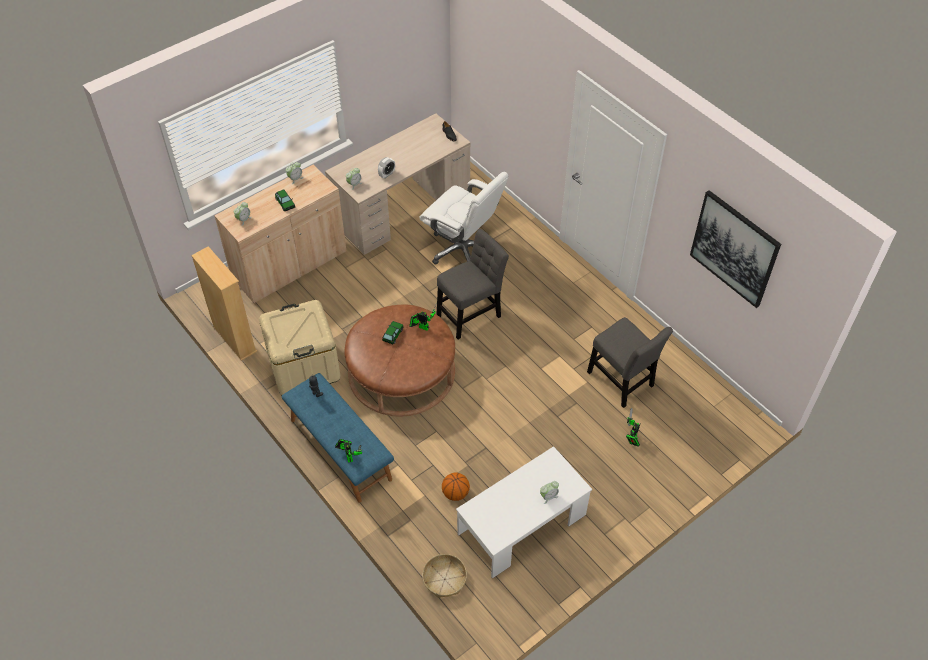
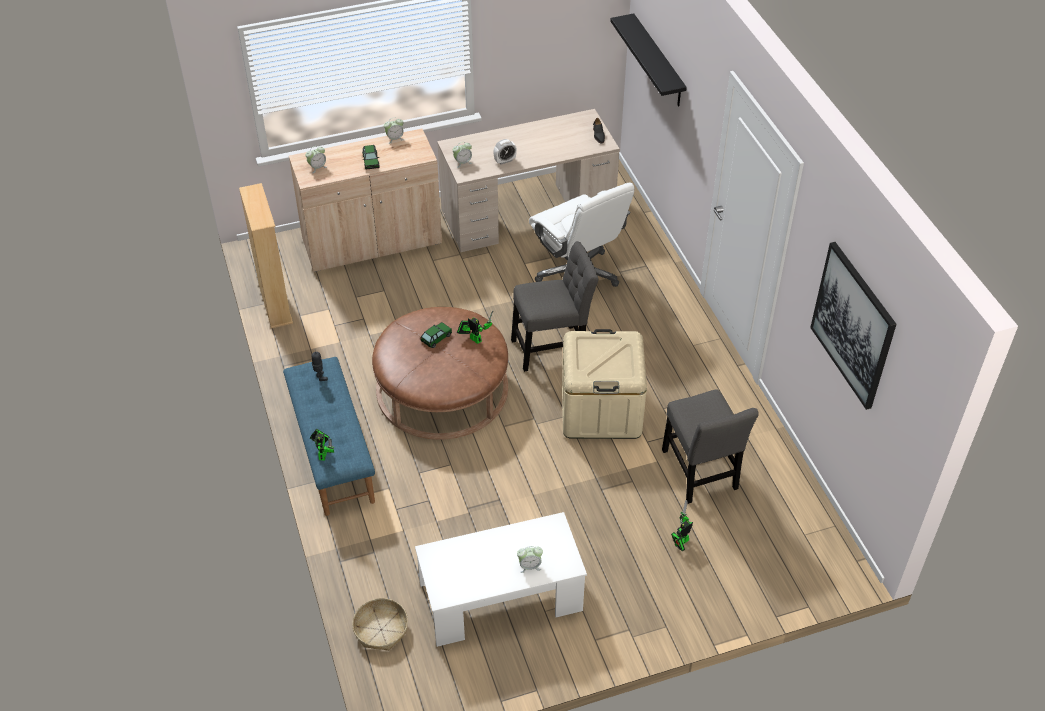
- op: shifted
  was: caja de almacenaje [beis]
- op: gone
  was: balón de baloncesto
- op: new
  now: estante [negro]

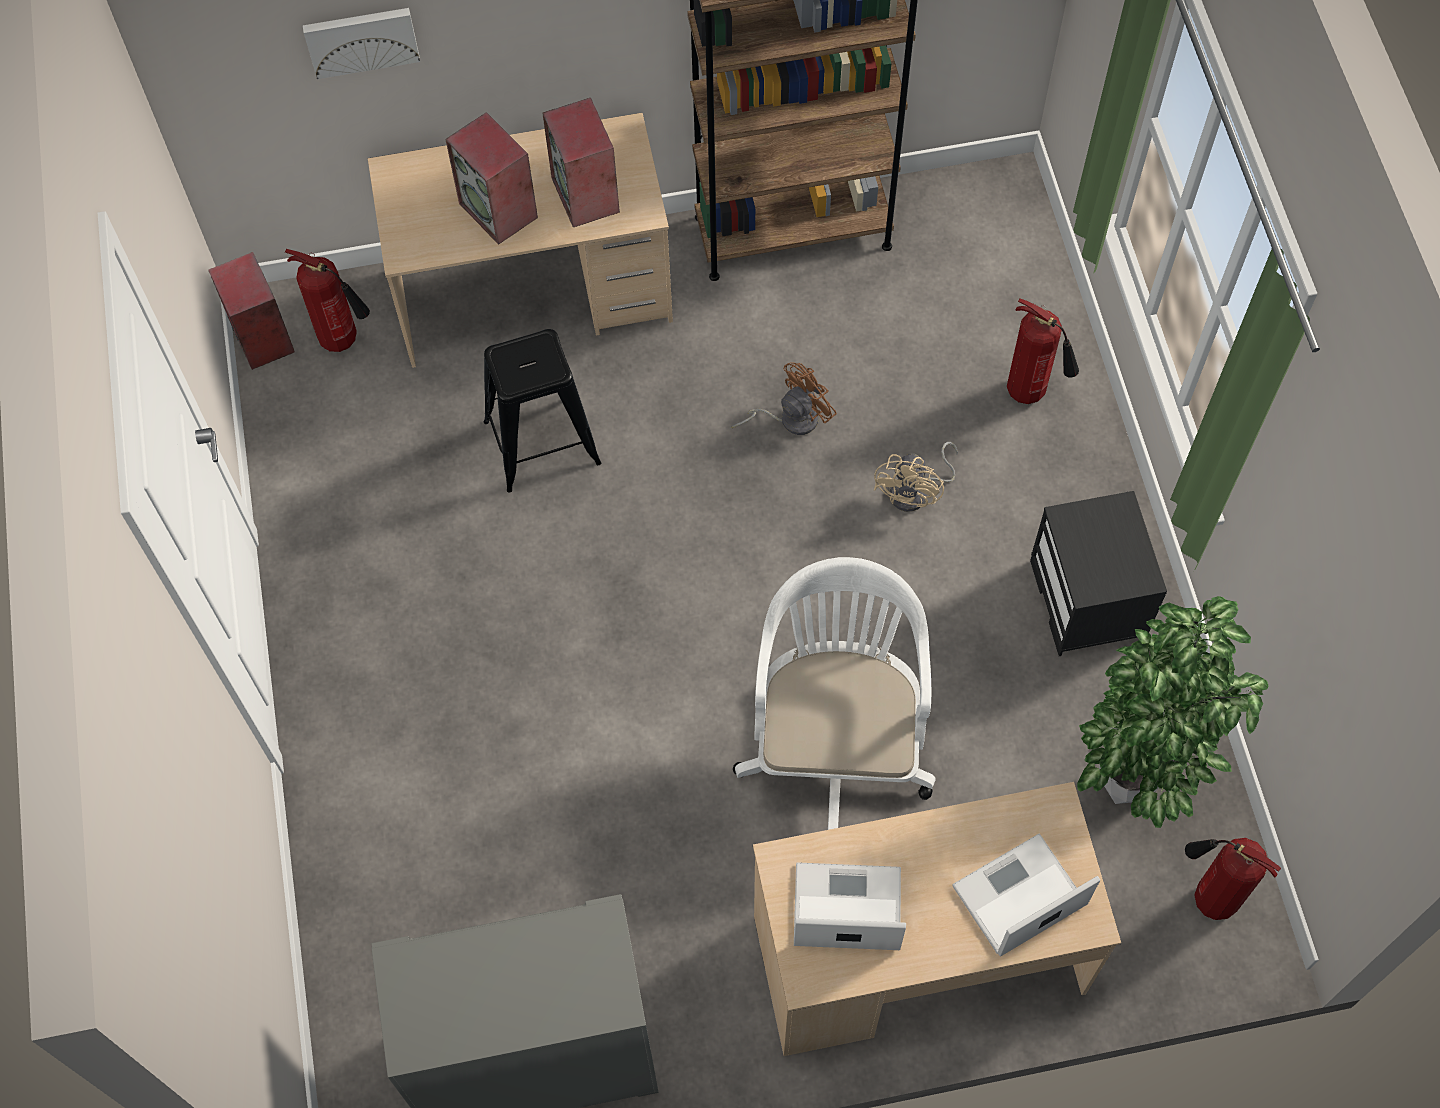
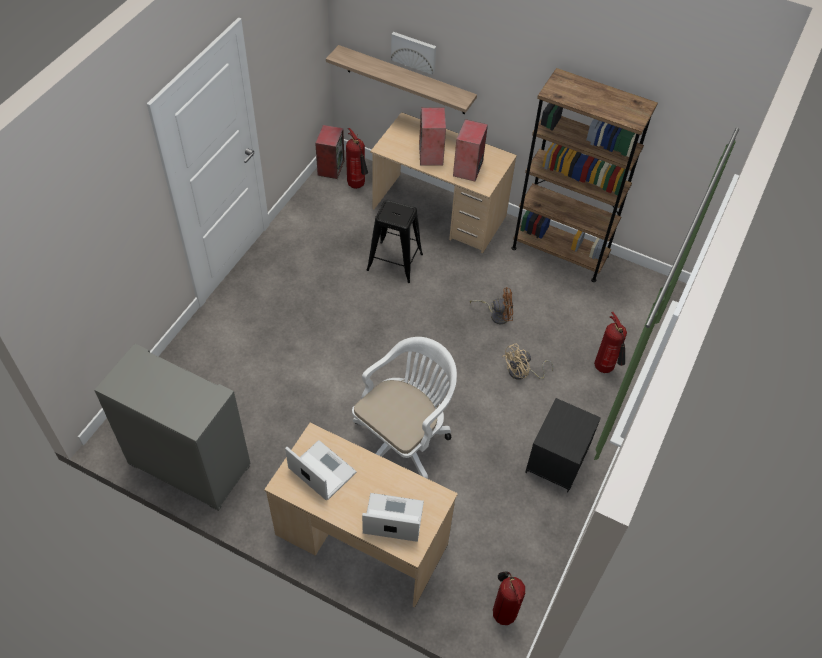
- op: gone
  was: planta en maceta
- op: new
  now: estante

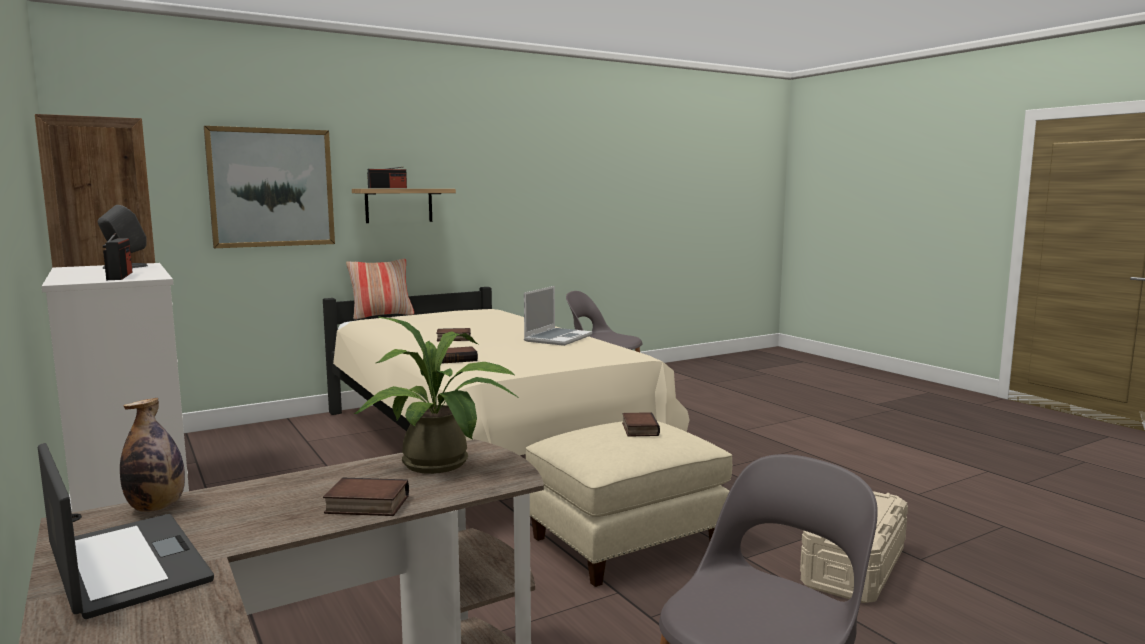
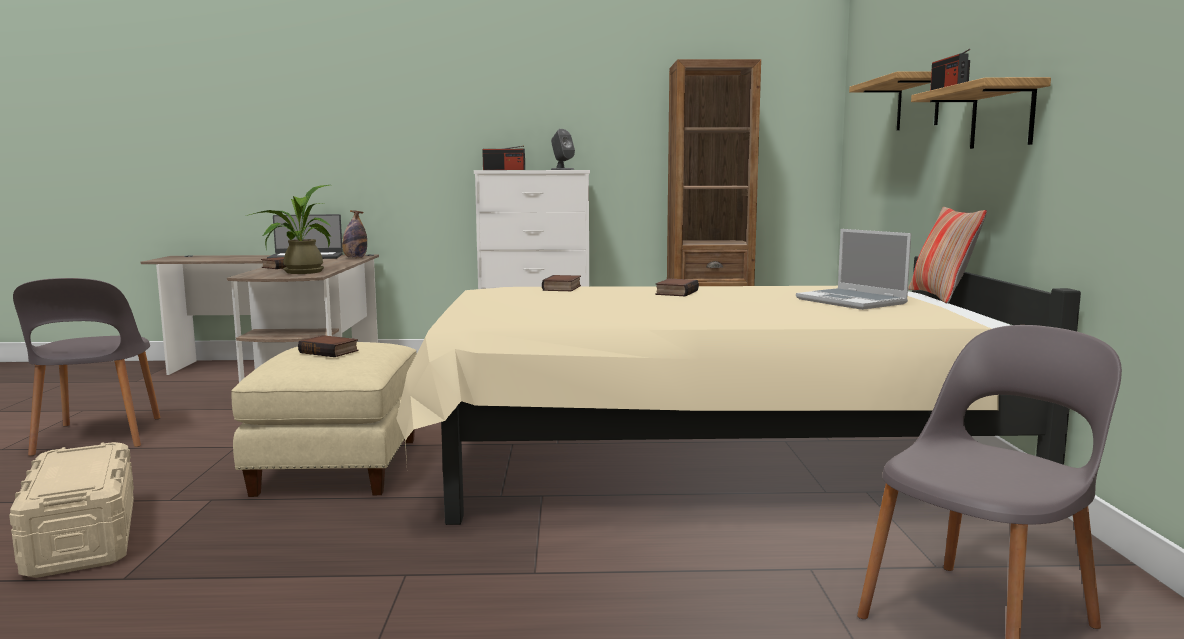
- op: swapped
  was: cuadro
  now: estante (no. 1 from left)
- op: shifted
  was: portátil (no. 2 from left)

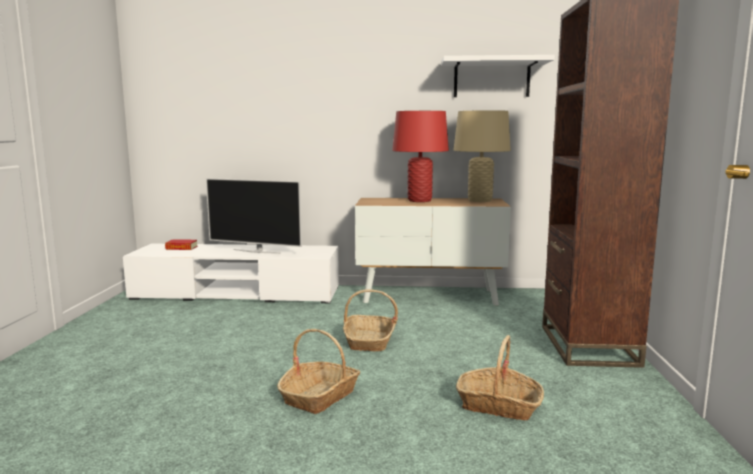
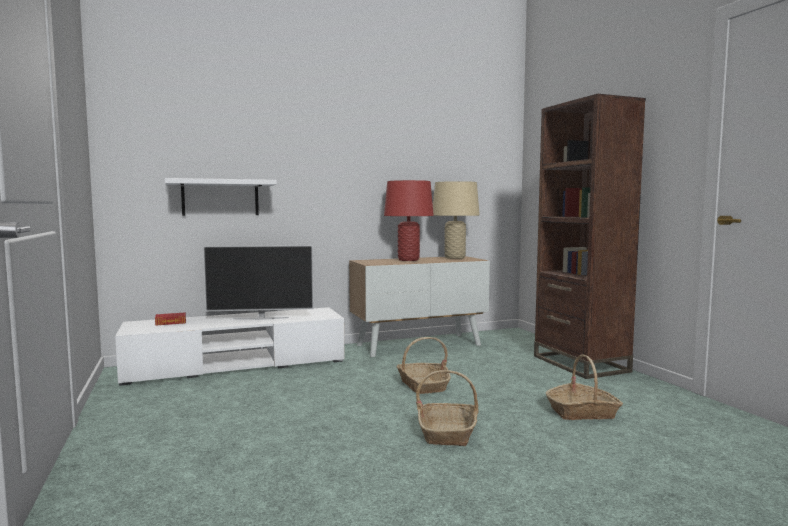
- op: shifted
  was: estante [blanco]

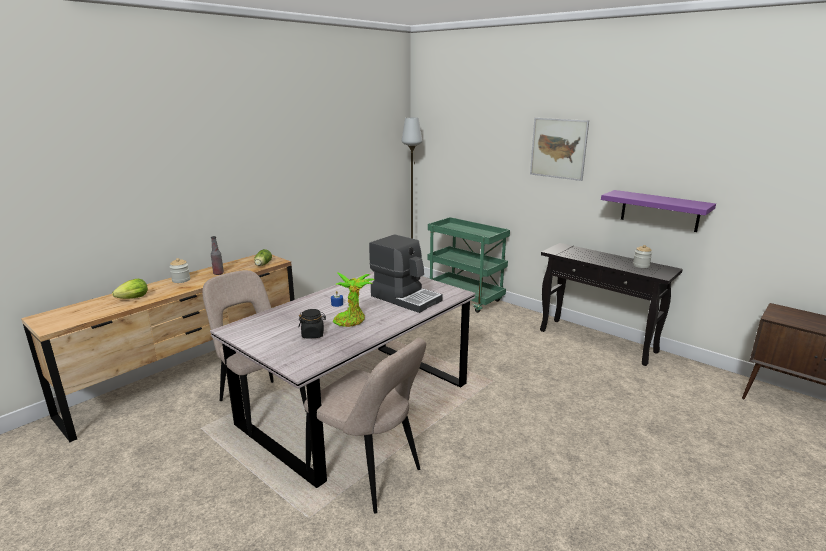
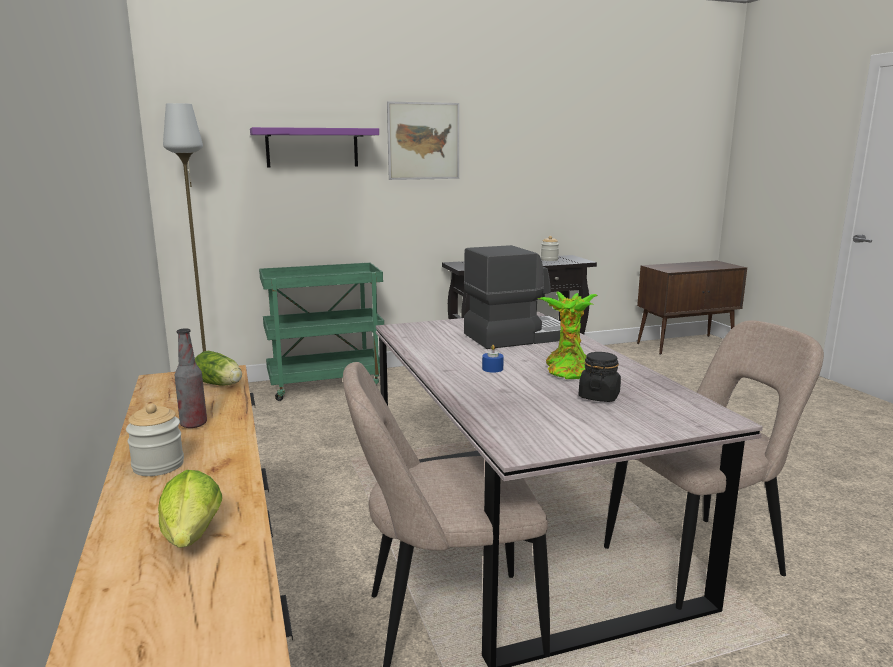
- op: shifted
  was: estante [morado]

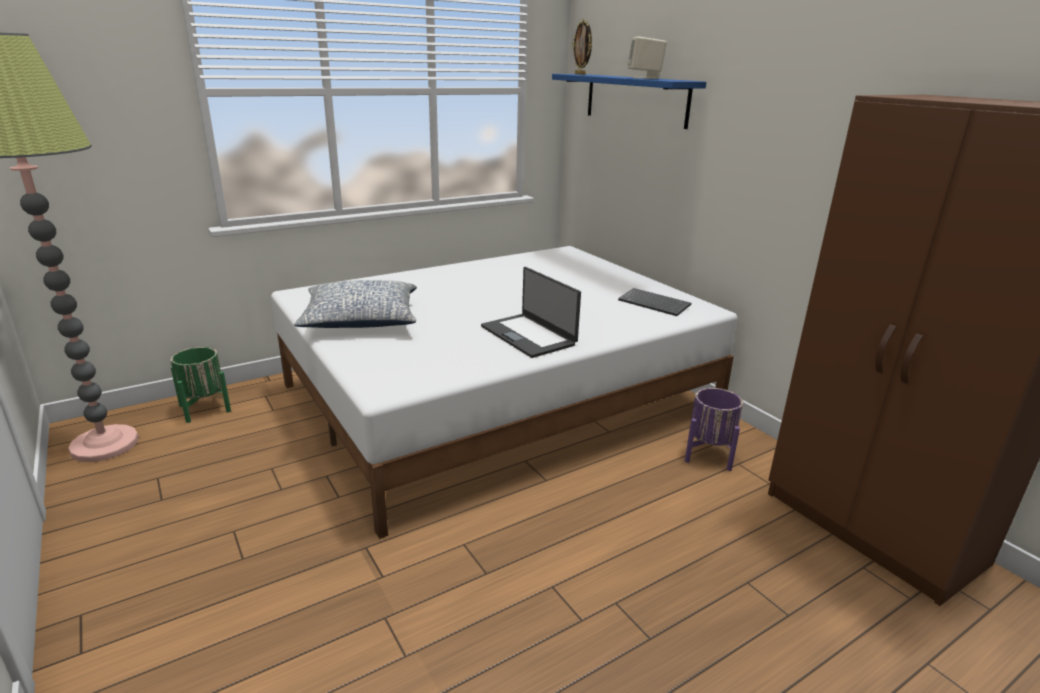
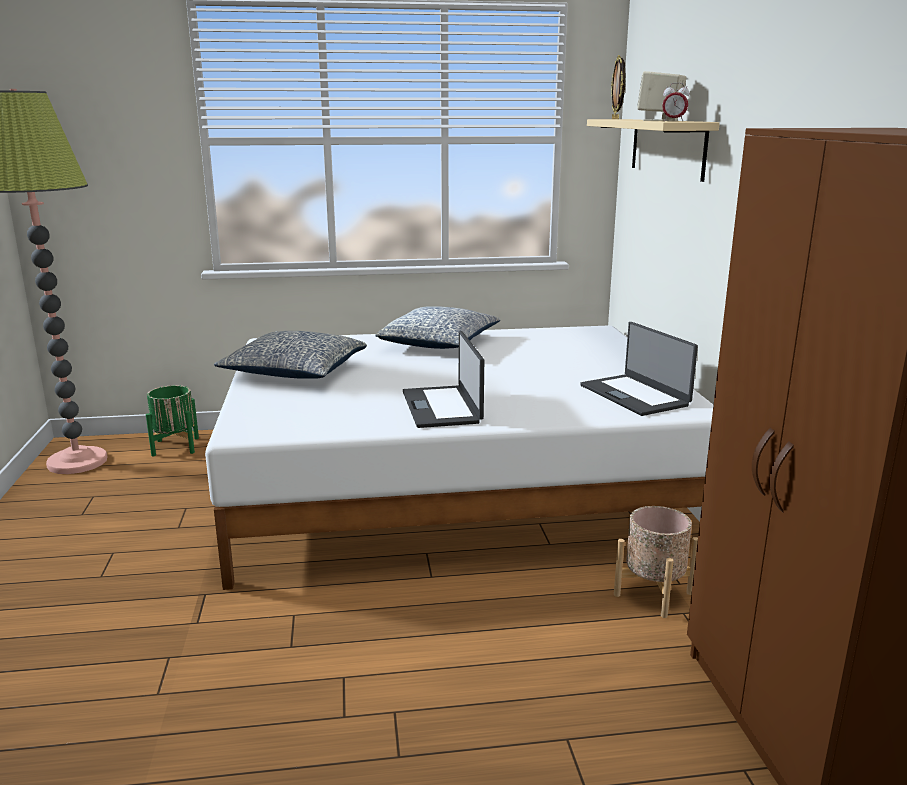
- op: repainted
  was: estante [azul]
  now: estante [beis]
- op: swapped
  was: teclado
  now: portátil (no. 2 from left)
- op: repainted
  was: maceta [morado]
  now: maceta [beis]
- op: new
  now: cojín (no. 2 from left)
- op: new
  now: despertador

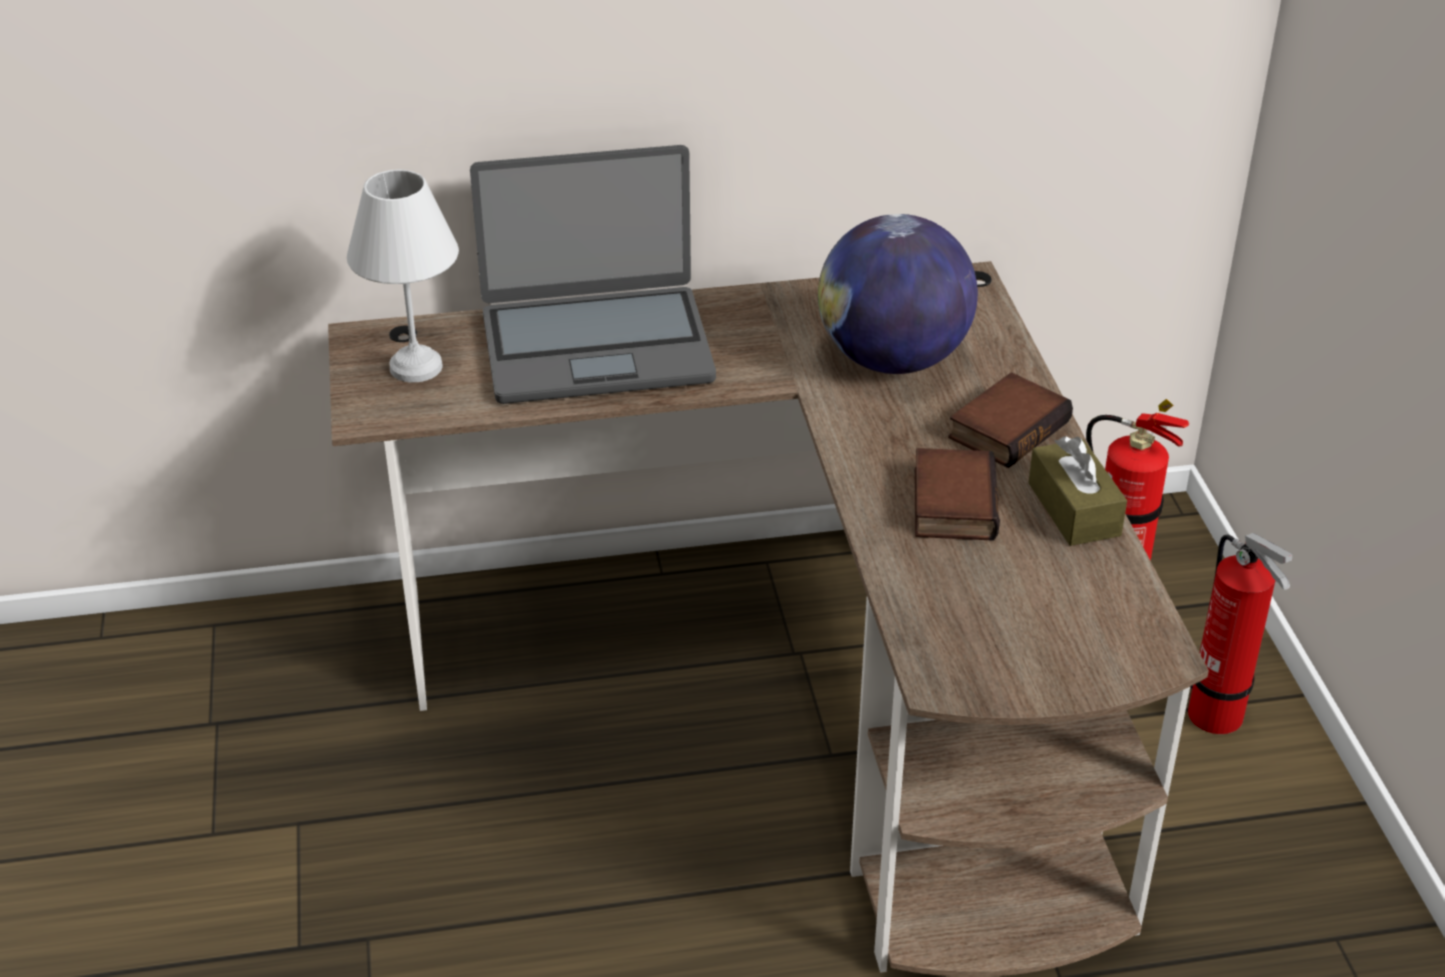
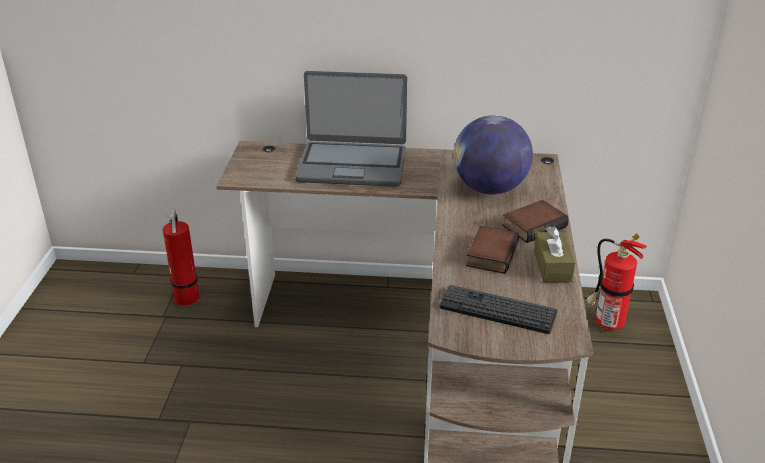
- op: gone
  was: lámpara de mesa [blanco]
- op: shifted
  was: extintor (no. 2 from left in the first image)
  now: extintor (no. 1 from left)
- op: new
  now: teclado

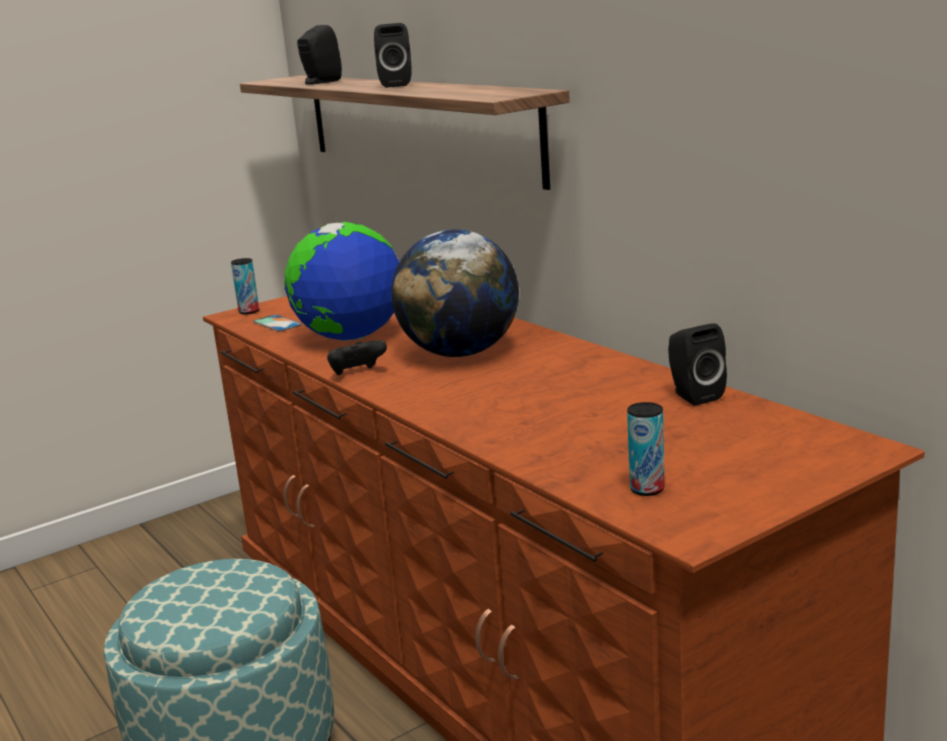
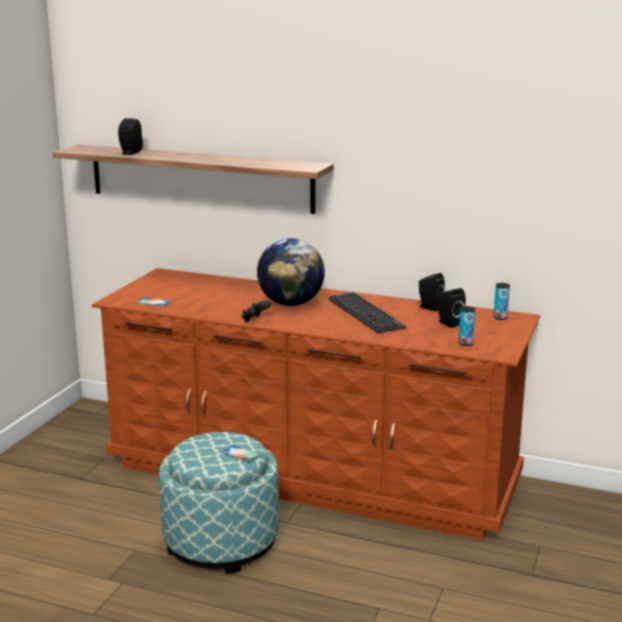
- op: shifted
  was: lata (no. 1 from left in the first image)
  now: lata (no. 2 from left)
- op: gone
  was: globo terráqueo (no. 1 from left)
- op: shifted
  was: altavoz [negro] (no. 2 from left in the first image)
  now: altavoz [negro] (no. 3 from left)
- op: new
  now: móvil (no. 2 from left)
- op: new
  now: teclado

